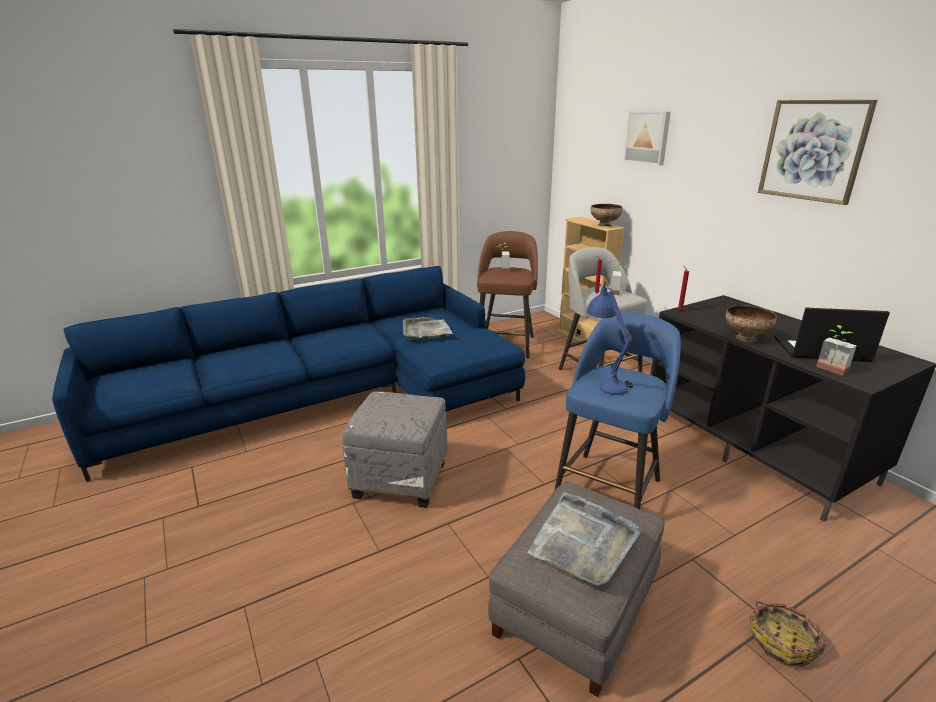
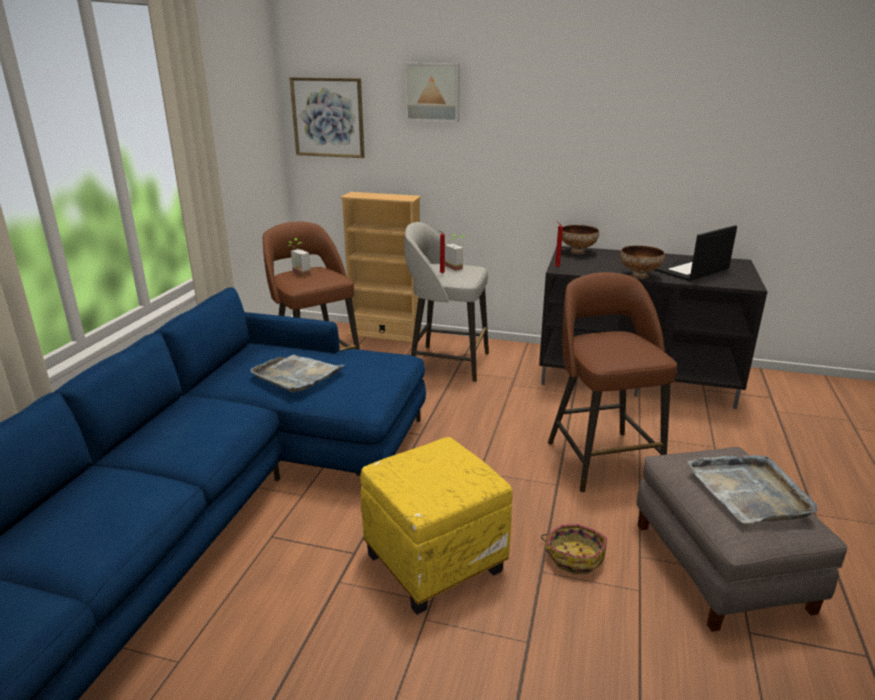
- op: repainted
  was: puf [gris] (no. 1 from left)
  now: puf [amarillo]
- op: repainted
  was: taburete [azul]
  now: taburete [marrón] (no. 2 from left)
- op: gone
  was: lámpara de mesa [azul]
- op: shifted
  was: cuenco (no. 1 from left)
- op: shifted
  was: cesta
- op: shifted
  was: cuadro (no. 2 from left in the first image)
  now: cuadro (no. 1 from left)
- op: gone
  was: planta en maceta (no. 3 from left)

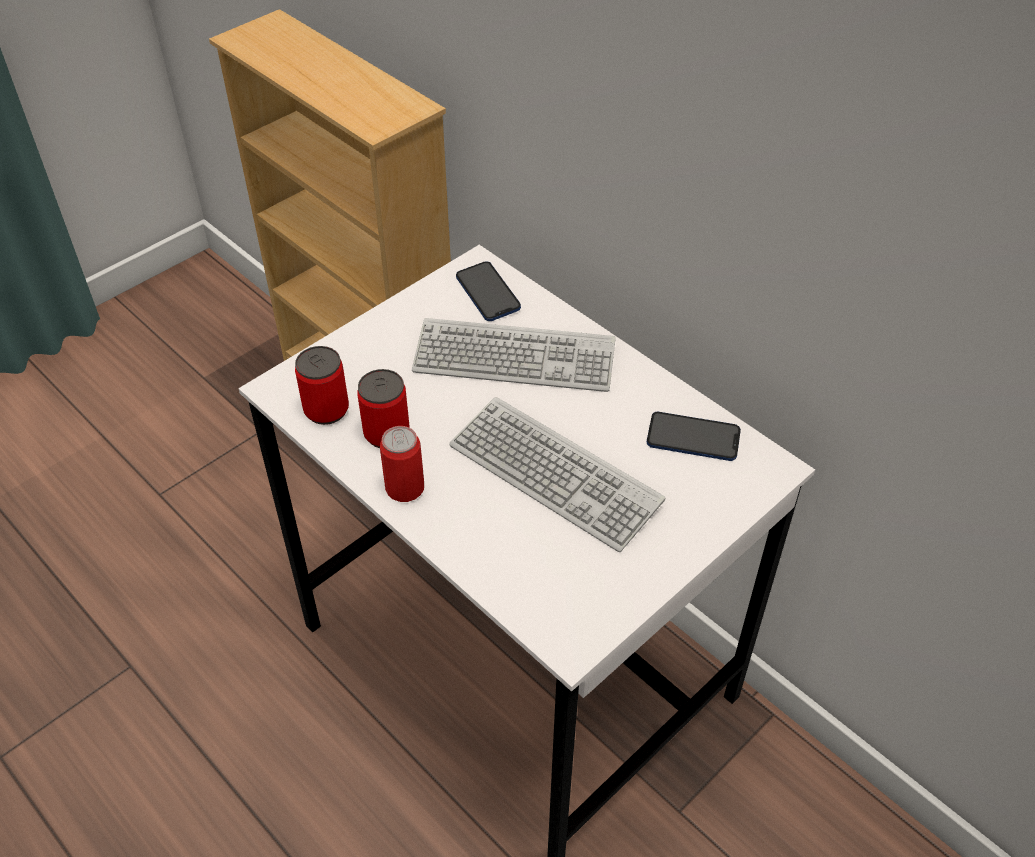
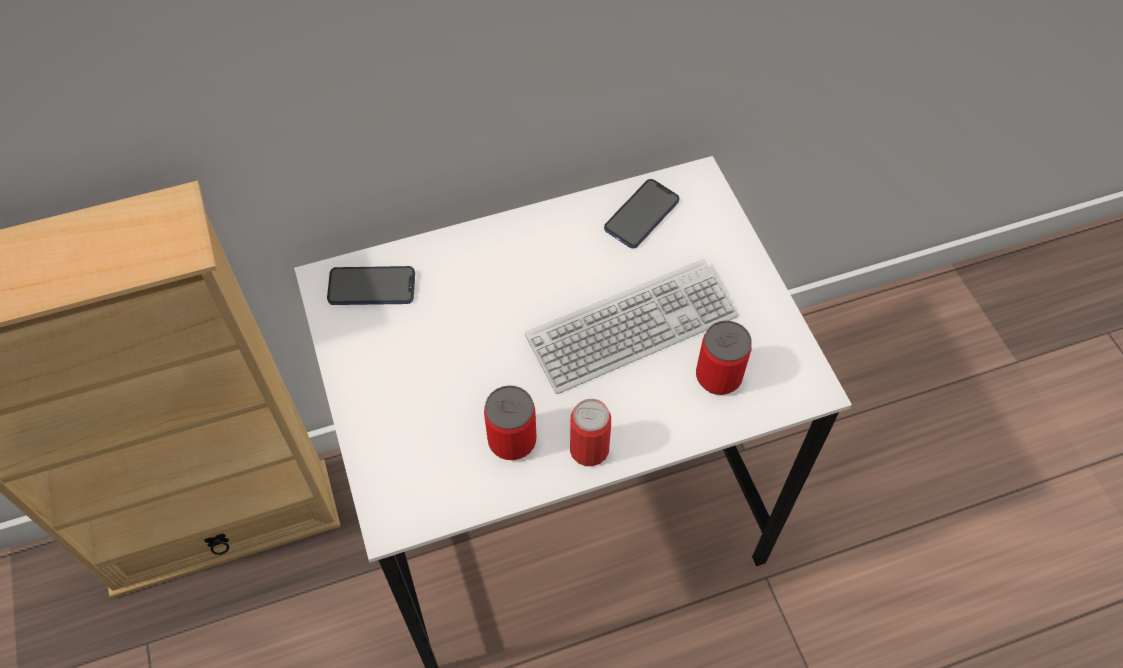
- op: shifted
  was: lata (no. 1 from left in the first image)
  now: lata (no. 3 from left)
- op: gone
  was: teclado (no. 1 from left)

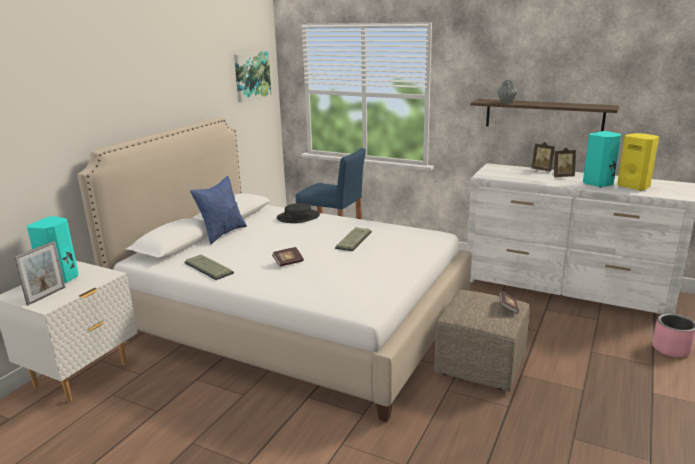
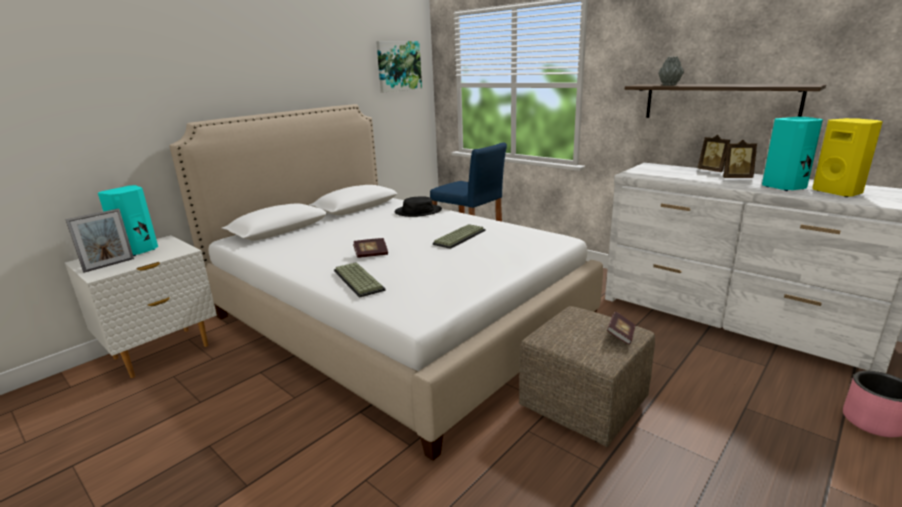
- op: shifted
  was: teclado (no. 1 from left)
- op: gone
  was: cojín [azul]

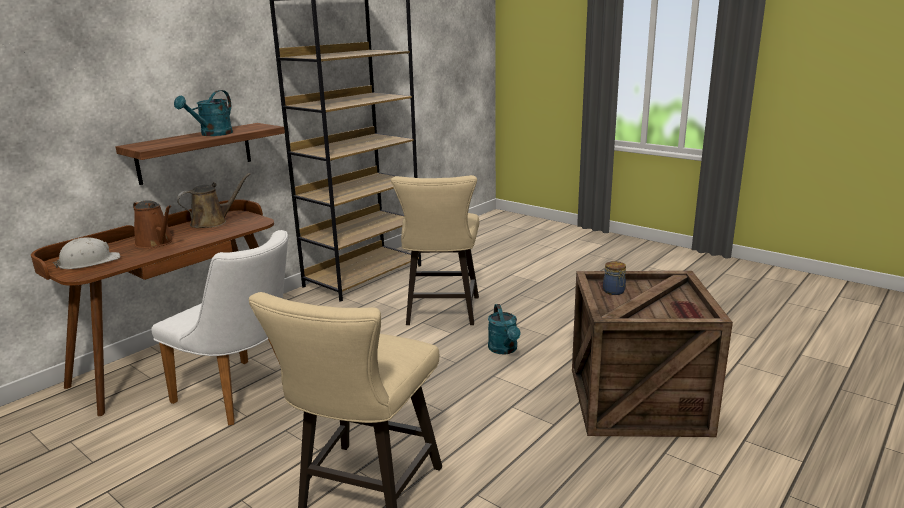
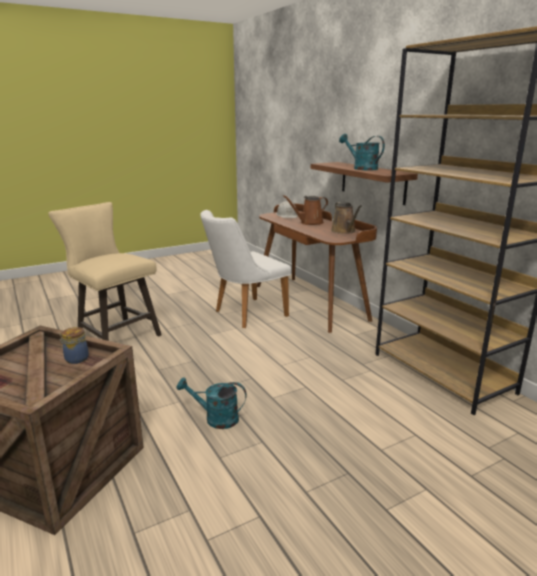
- op: gone
  was: taburete [beis] (no. 2 from left)

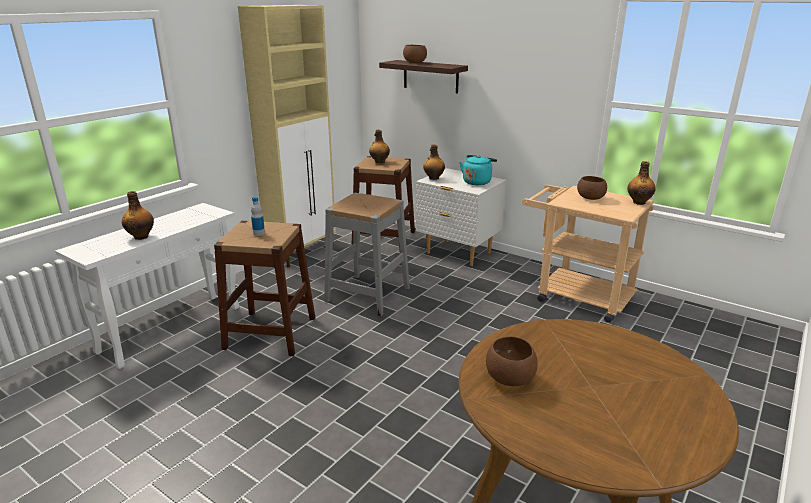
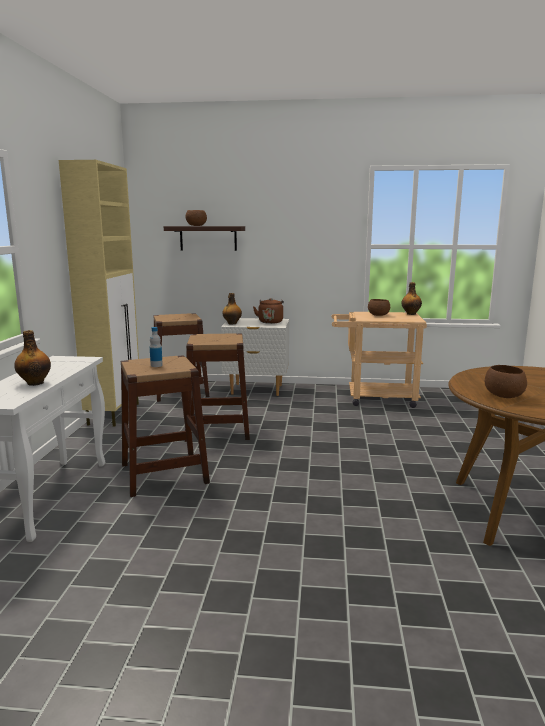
- op: repainted
  was: taburete [gris]
  now: taburete [marrón] (no. 3 from left)
- op: gone
  was: botella (no. 3 from left)
- op: repainted
  was: hervidor [turquesa]
  now: hervidor [marrón]

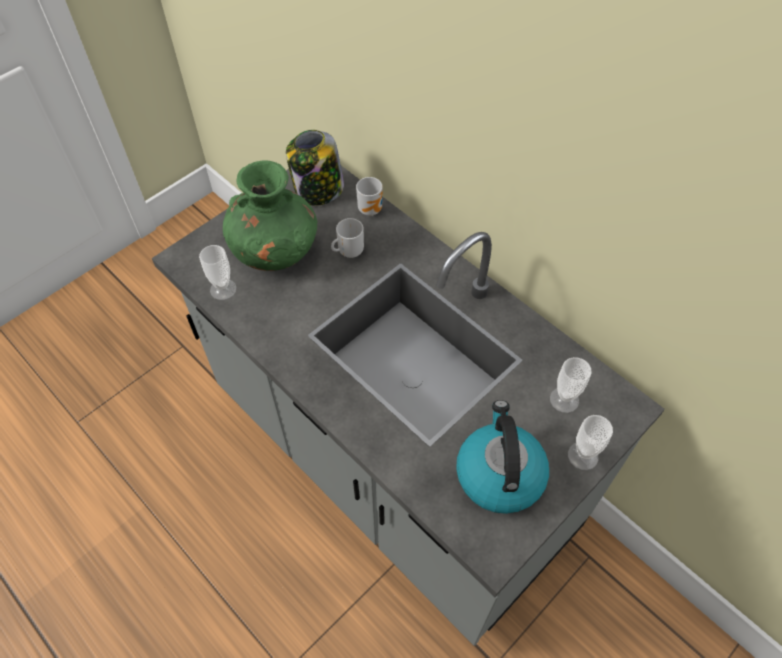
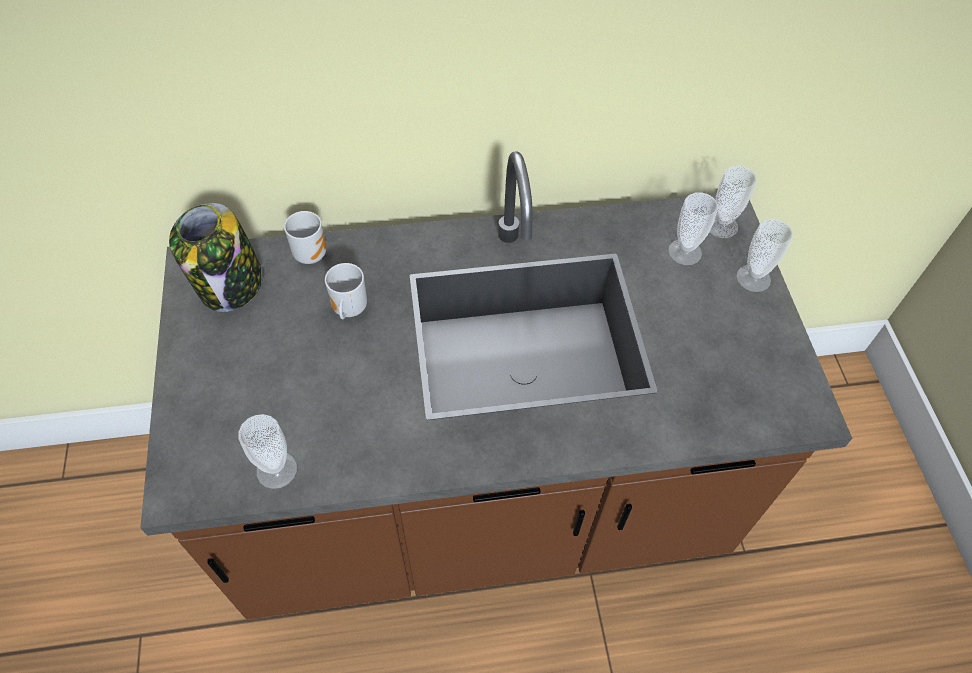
- op: repainted
  was: mueble bajo de cocina [gris]
  now: mueble bajo de cocina [marrón]
- op: gone
  was: florero [verde]
- op: gone
  was: hervidor
- op: new
  now: taza (no. 3 from left)

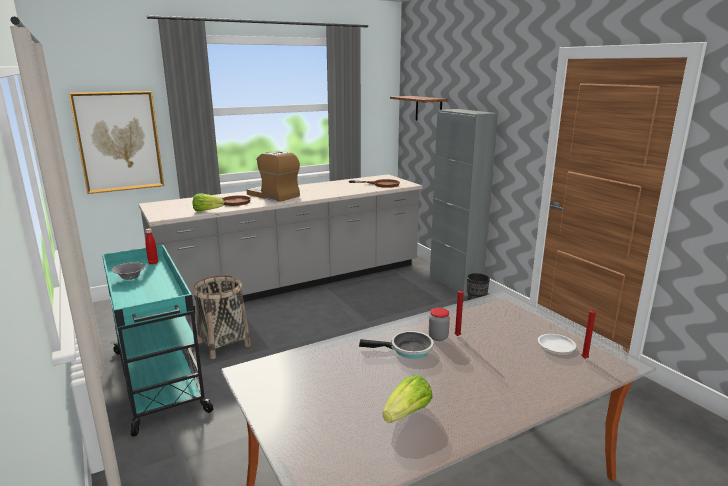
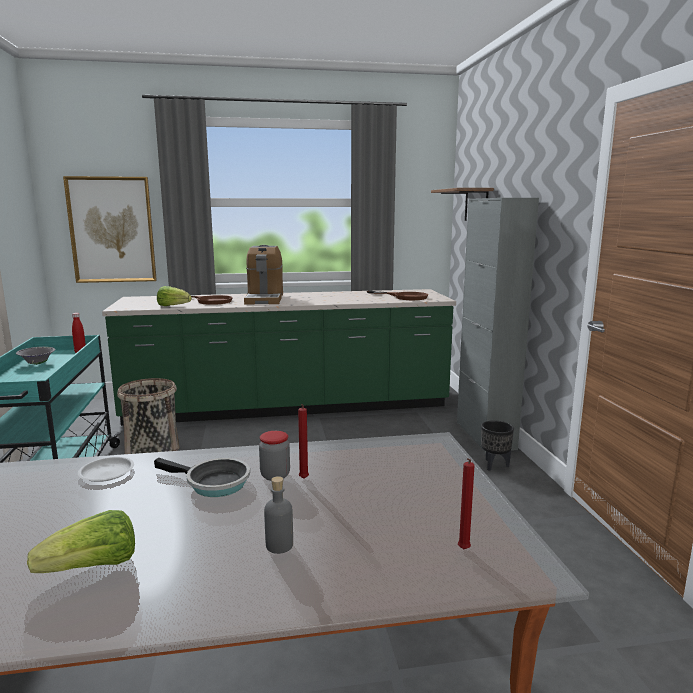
- op: repainted
  was: mueble bajo de cocina [gris]
  now: mueble bajo de cocina [verde]
- op: rotated
  was: cafetera
  clockwise: -150
- op: shifted
  was: plato [blanco]
- op: new
  now: botella [gris]

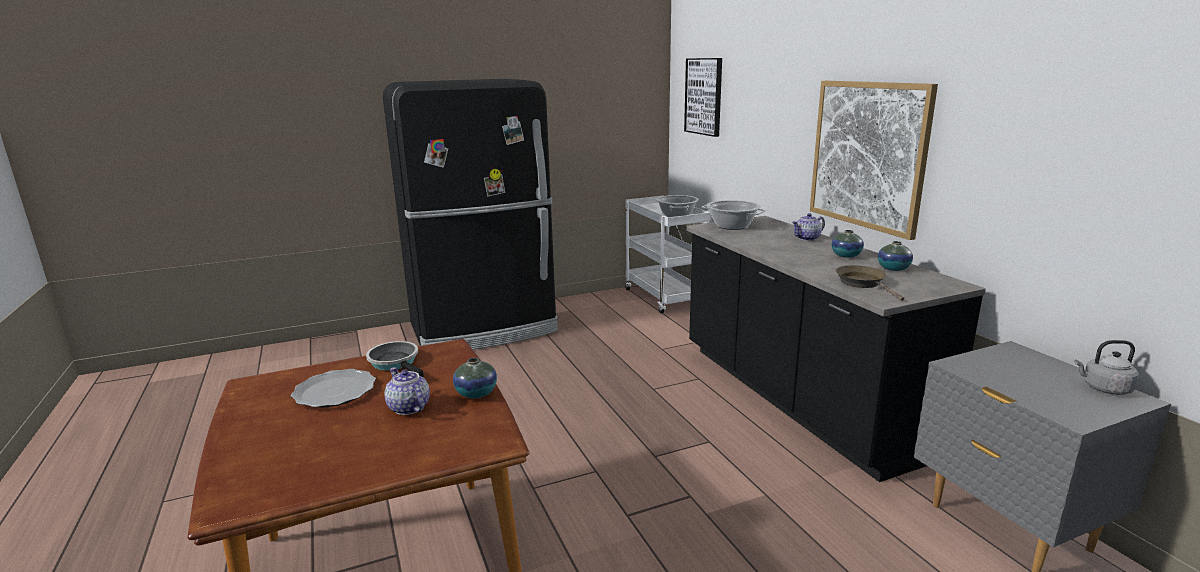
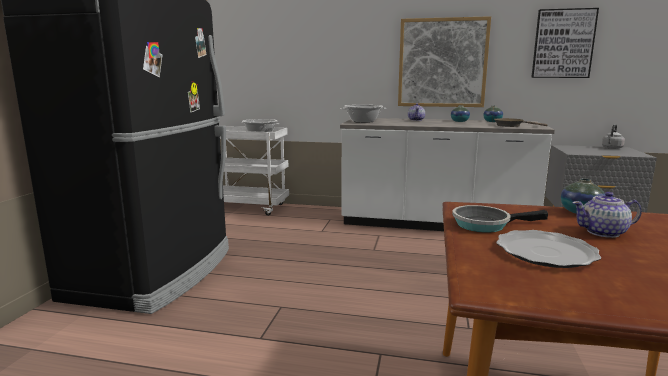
- op: shifted
  was: cuadro (no. 1 from left in the first image)
  now: cuadro (no. 2 from left)
- op: repainted
  was: mueble bajo de cocina [negro]
  now: mueble bajo de cocina [blanco]

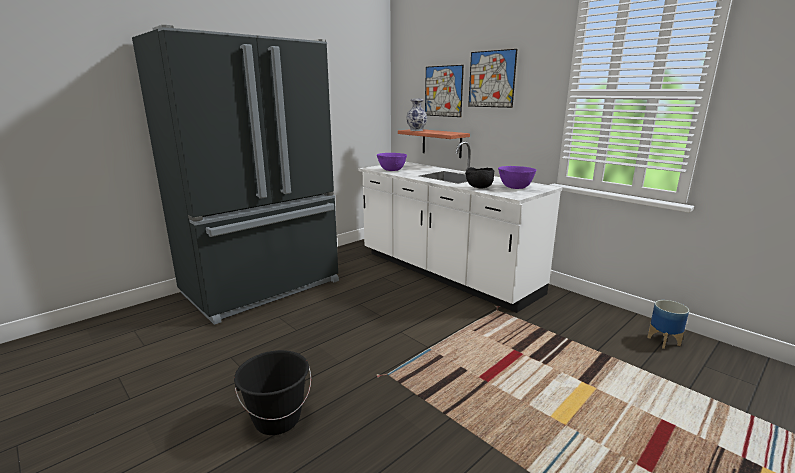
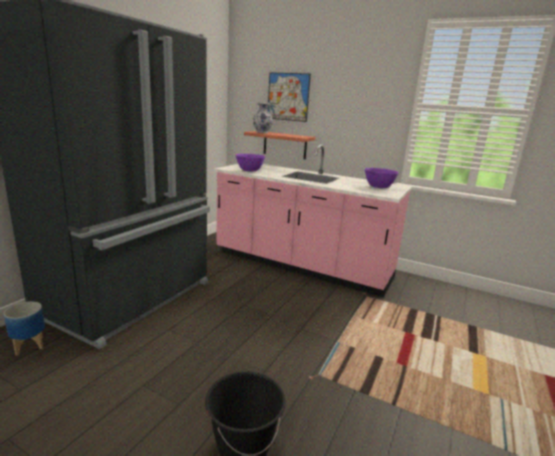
- op: repainted
  was: mueble bajo de cocina [blanco]
  now: mueble bajo de cocina [rosa]
- op: gone
  was: cuenco [negro]
- op: gone
  was: cuadro (no. 2 from left)
- op: shifted
  was: maceta

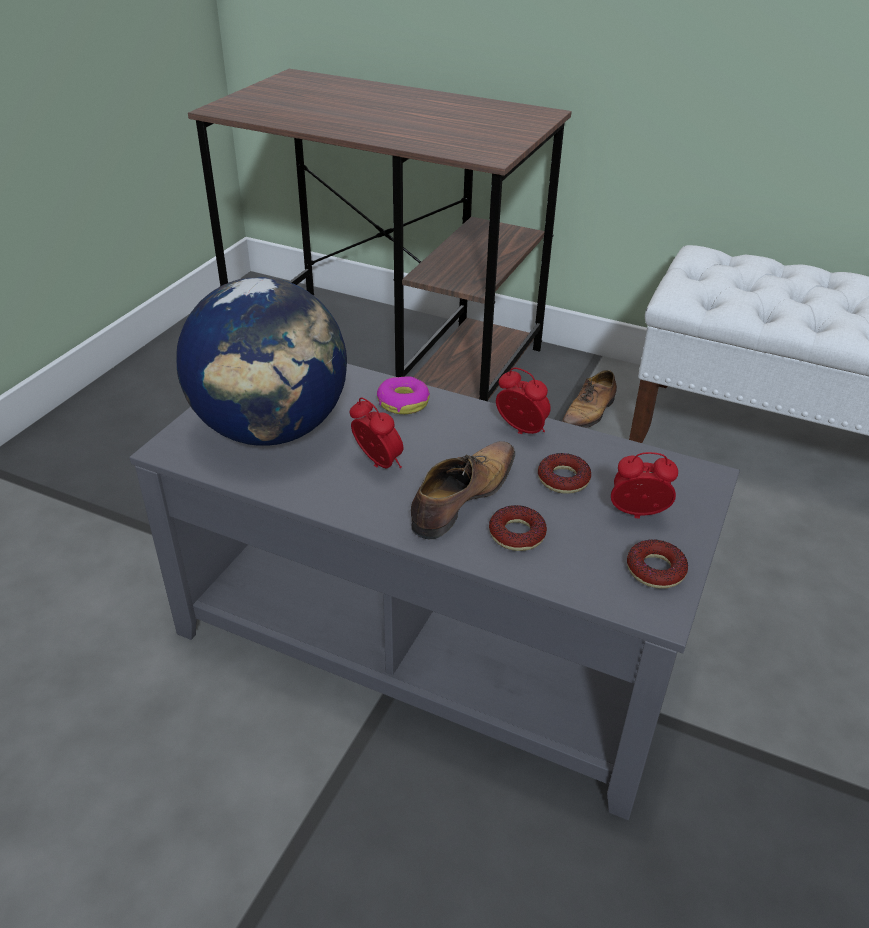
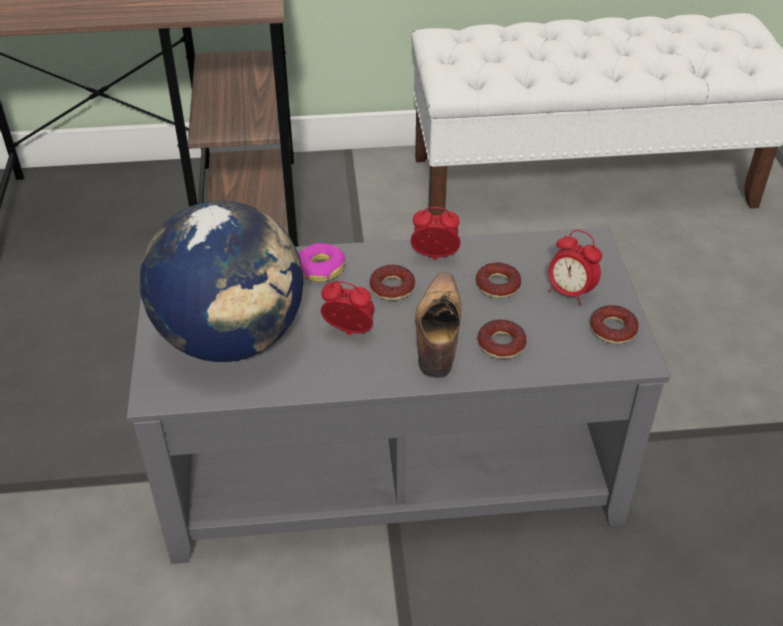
- op: gone
  was: zapato (no. 2 from left)
- op: rotated
  was: despertador (no. 3 from left)
  clockwise: -120
- op: new
  now: rosquilla (no. 2 from left)

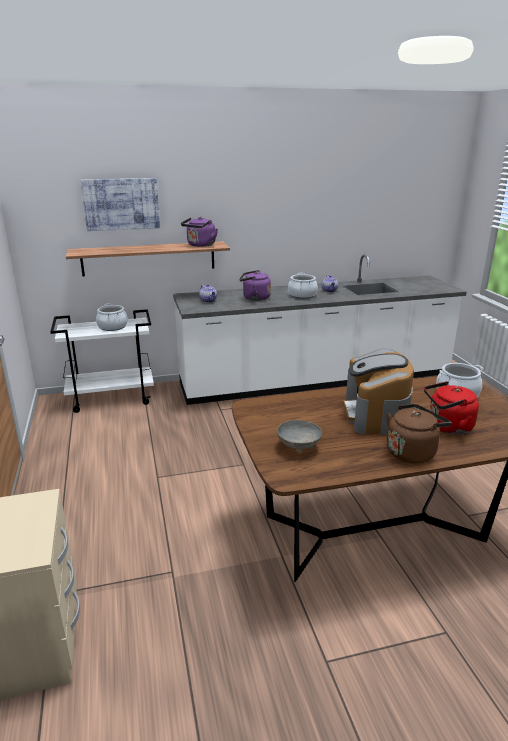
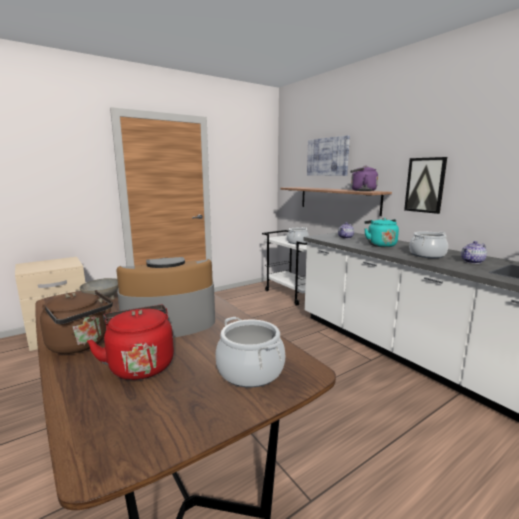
- op: repainted
  was: hervidor [morado] (no. 2 from left)
  now: hervidor [turquesa]
- op: new
  now: cuadro (no. 2 from left)

